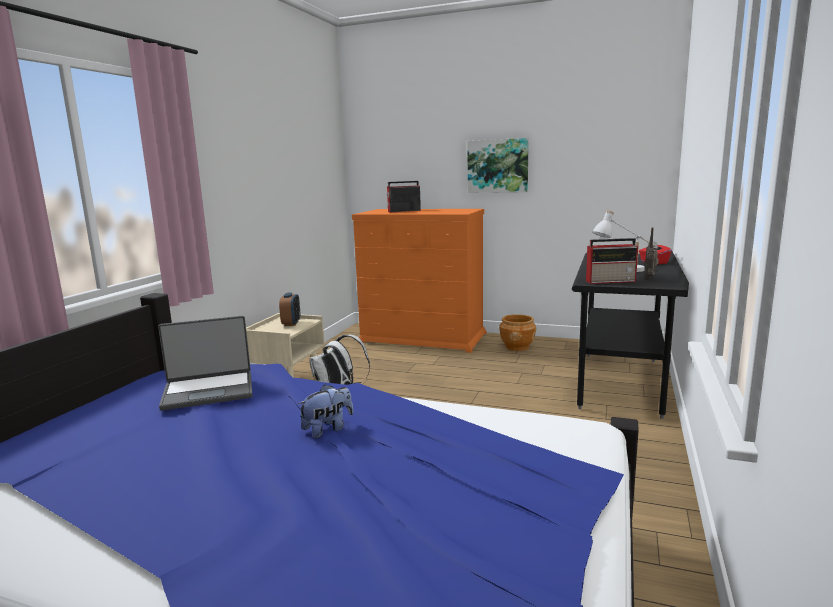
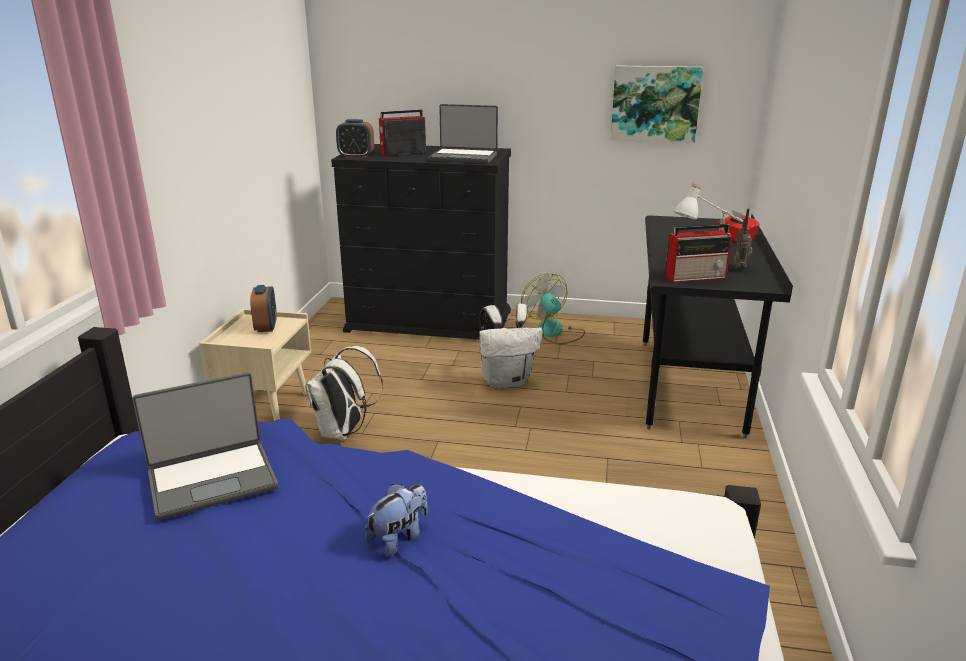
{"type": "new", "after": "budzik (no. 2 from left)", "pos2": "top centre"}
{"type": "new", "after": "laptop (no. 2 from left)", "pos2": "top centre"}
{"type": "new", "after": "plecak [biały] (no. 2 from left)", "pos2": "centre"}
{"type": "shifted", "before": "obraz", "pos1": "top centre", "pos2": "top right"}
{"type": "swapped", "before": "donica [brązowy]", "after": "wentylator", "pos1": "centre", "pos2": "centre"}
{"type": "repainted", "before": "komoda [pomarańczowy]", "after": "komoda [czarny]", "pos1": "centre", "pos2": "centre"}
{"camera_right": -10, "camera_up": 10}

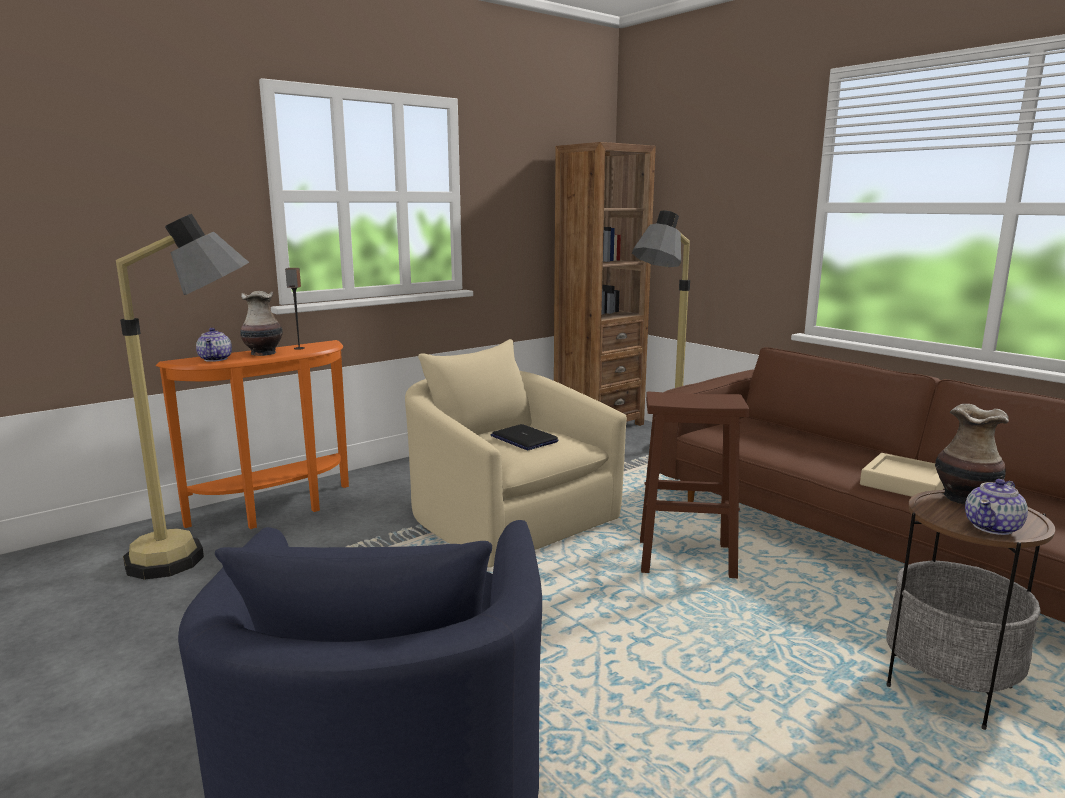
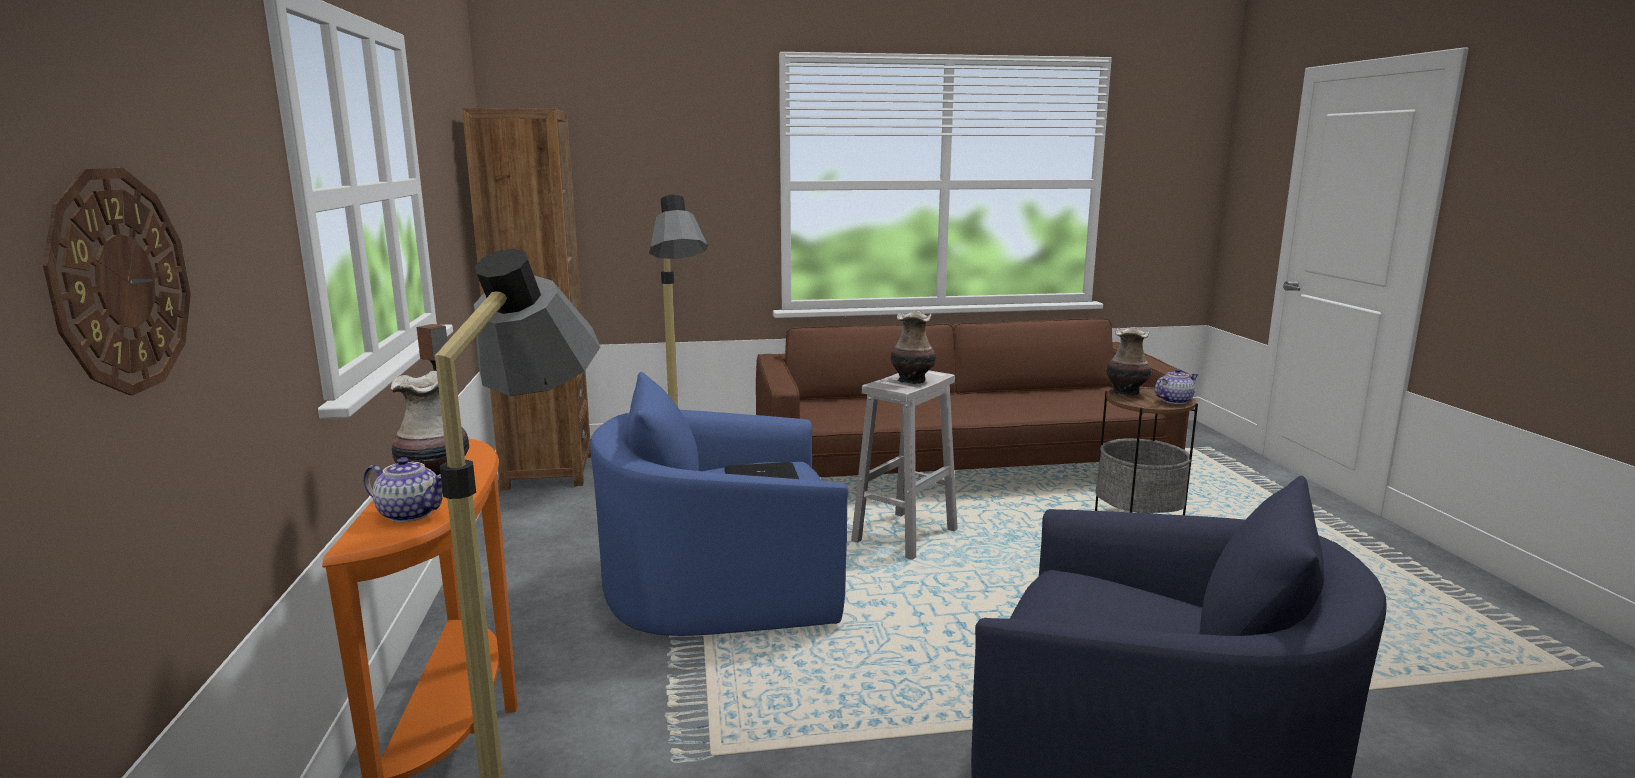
{"type": "gone", "before": "taca [beżowy]", "pos1": "middle right"}
{"type": "new", "after": "zegar ścienny", "pos2": "middle left"}
{"type": "new", "after": "wazon (no. 2 from left)", "pos2": "centre"}
{"type": "repainted", "before": "fotel [beżowy]", "after": "fotel [niebieski] (no. 1 from left)", "pos1": "centre", "pos2": "centre"}
{"type": "repainted", "before": "stołek [brązowy]", "after": "stołek [biały]", "pos1": "centre", "pos2": "centre"}
{"type": "rotated", "before": "imbryk (no. 2 from left)", "pos1": "middle right", "pos2": "middle right", "turn": -105}
{"camera_right": -60, "camera_up": 0}

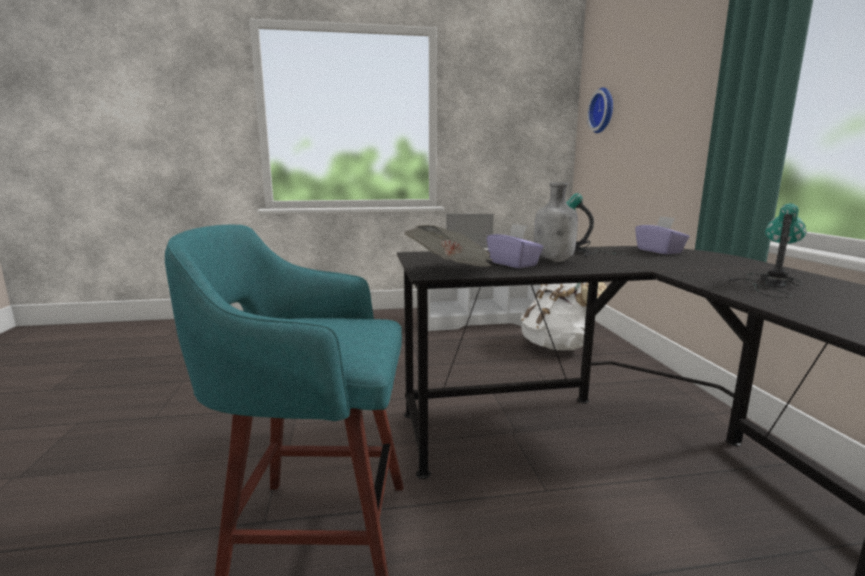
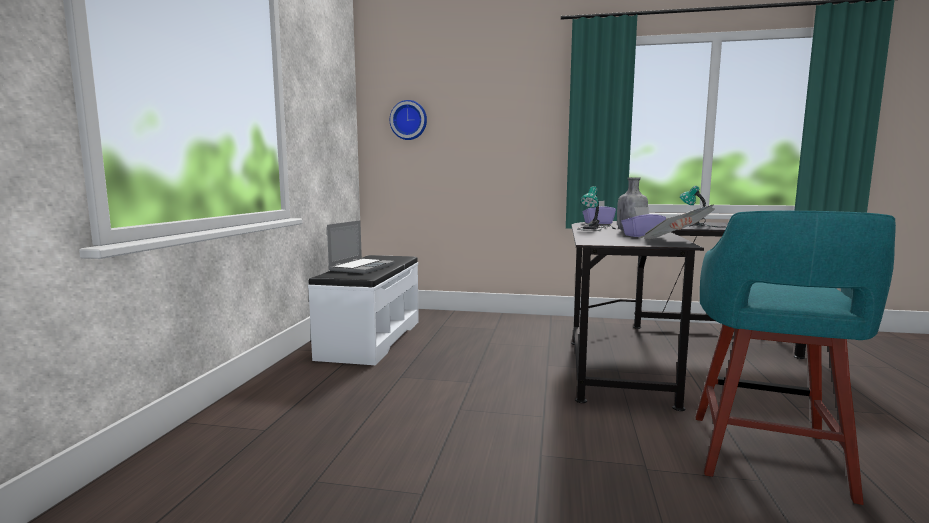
{"type": "gone", "before": "plecak [biały]", "pos1": "centre"}
{"camera_right": -70, "camera_up": -5}

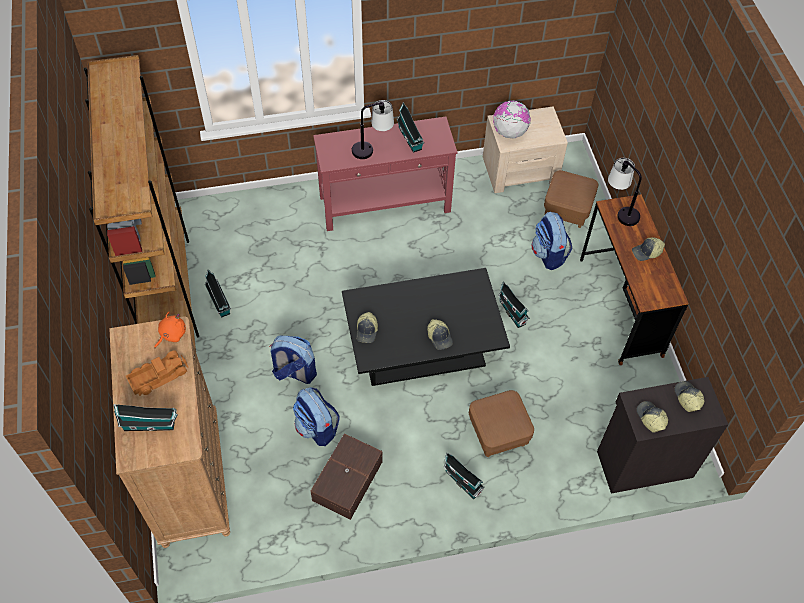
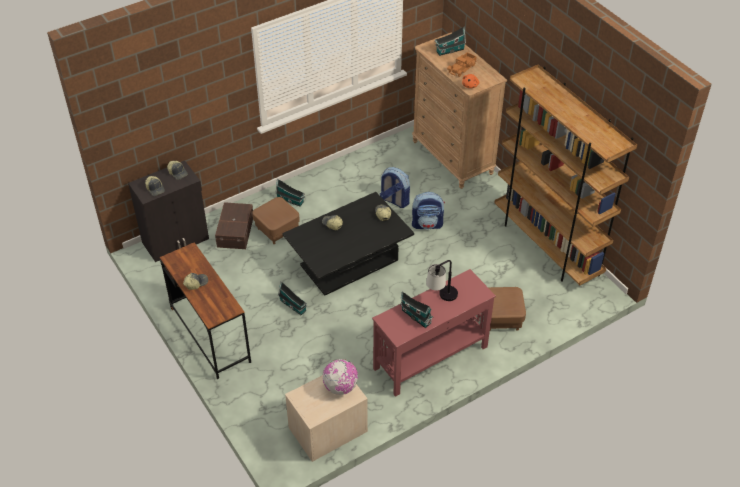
{"type": "gone", "before": "domek (no. 2 from left)", "pos1": "middle left"}
{"type": "gone", "before": "plecak (no. 3 from left)", "pos1": "middle right"}
{"type": "gone", "before": "lampa stołowa (no. 2 from left)", "pos1": "top right"}
{"type": "shifted", "before": "pojemnik do przechowywania [brązowy]", "pos1": "bottom centre", "pos2": "middle left"}
{"type": "shifted", "before": "pufa [brązowy] (no. 2 from left)", "pos1": "top right", "pos2": "middle right"}
{"camera_right": 160, "camera_up": -10}

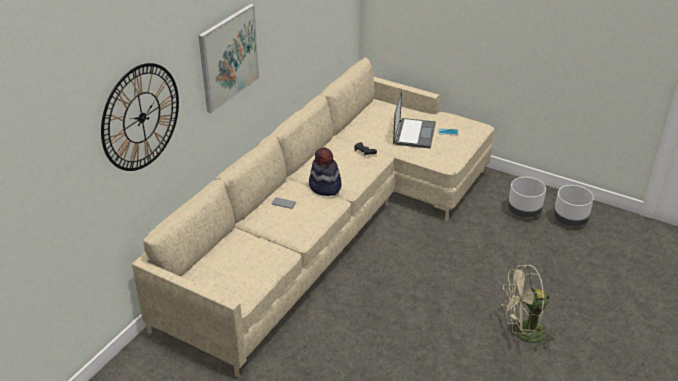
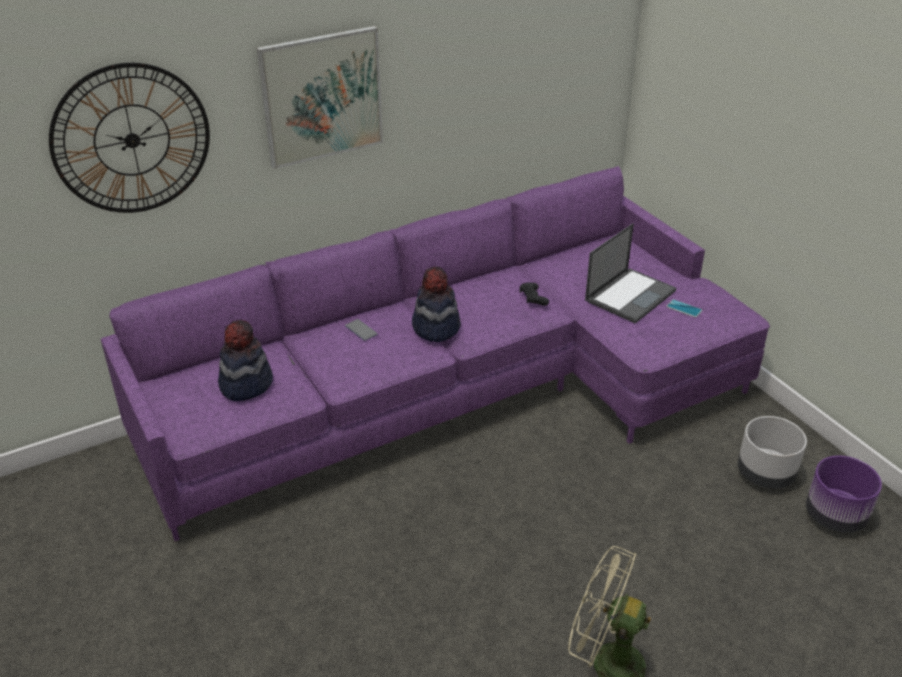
{"type": "new", "after": "kapelusz (no. 1 from left)", "pos2": "middle left"}
{"type": "repainted", "before": "kanapa [beżowy]", "after": "kanapa [fioletowy]", "pos1": "centre", "pos2": "centre"}
{"type": "repainted", "before": "donica [szary] (no. 2 from left)", "after": "donica [fioletowy]", "pos1": "middle right", "pos2": "bottom right"}
{"camera_right": 30, "camera_up": 0}

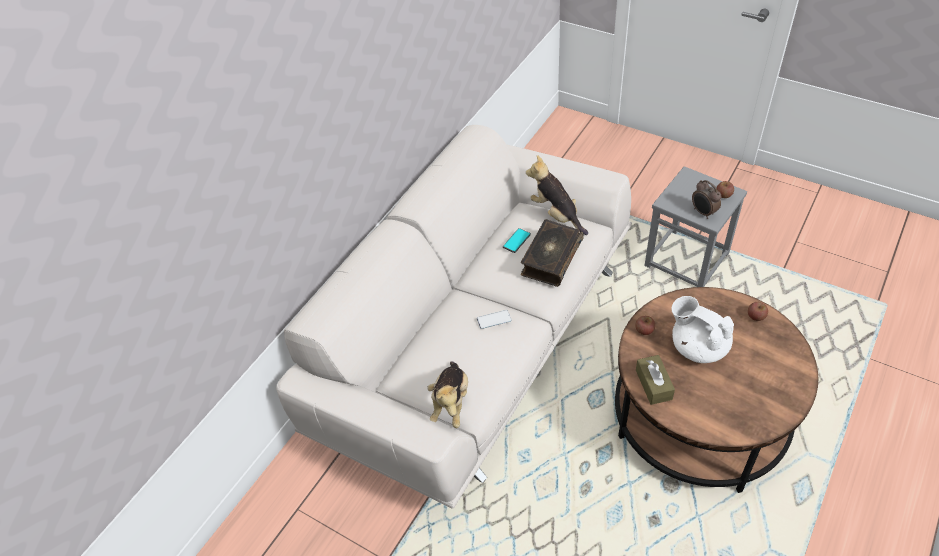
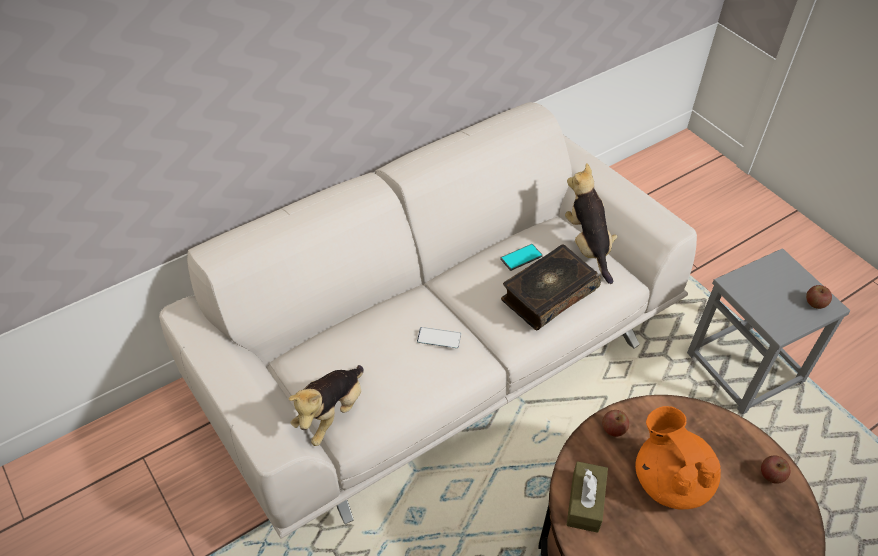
{"type": "gone", "before": "budzik", "pos1": "middle right"}
{"type": "repainted", "before": "imbryk [biały]", "after": "imbryk [pomarańczowy]", "pos1": "middle right", "pos2": "bottom right"}
{"camera_right": 20, "camera_up": 0}

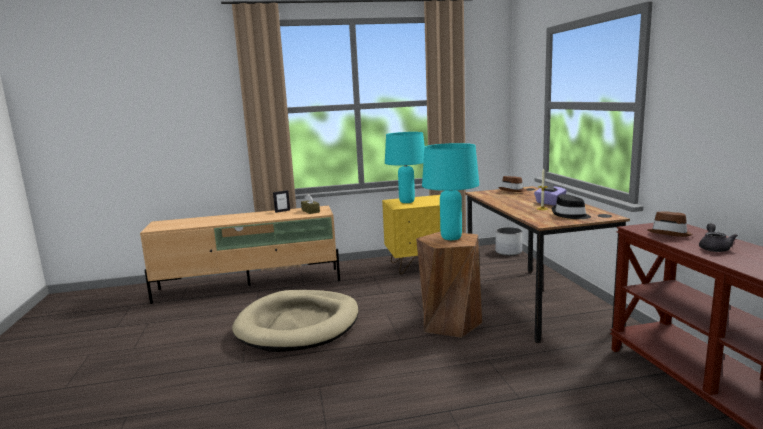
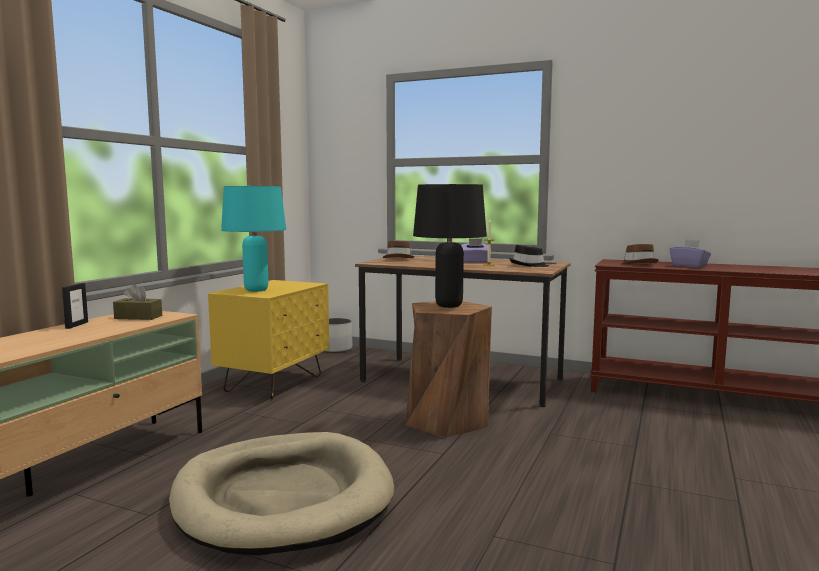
{"type": "swapped", "before": "imbryk [szary]", "after": "pudełko chusteczek [fioletowy] (no. 2 from left)", "pos1": "middle right", "pos2": "middle right"}
{"type": "repainted", "before": "lampa stołowa [turkusowy] (no. 2 from left)", "after": "lampa stołowa [czarny]", "pos1": "centre", "pos2": "centre"}
{"camera_right": -55, "camera_up": -5}

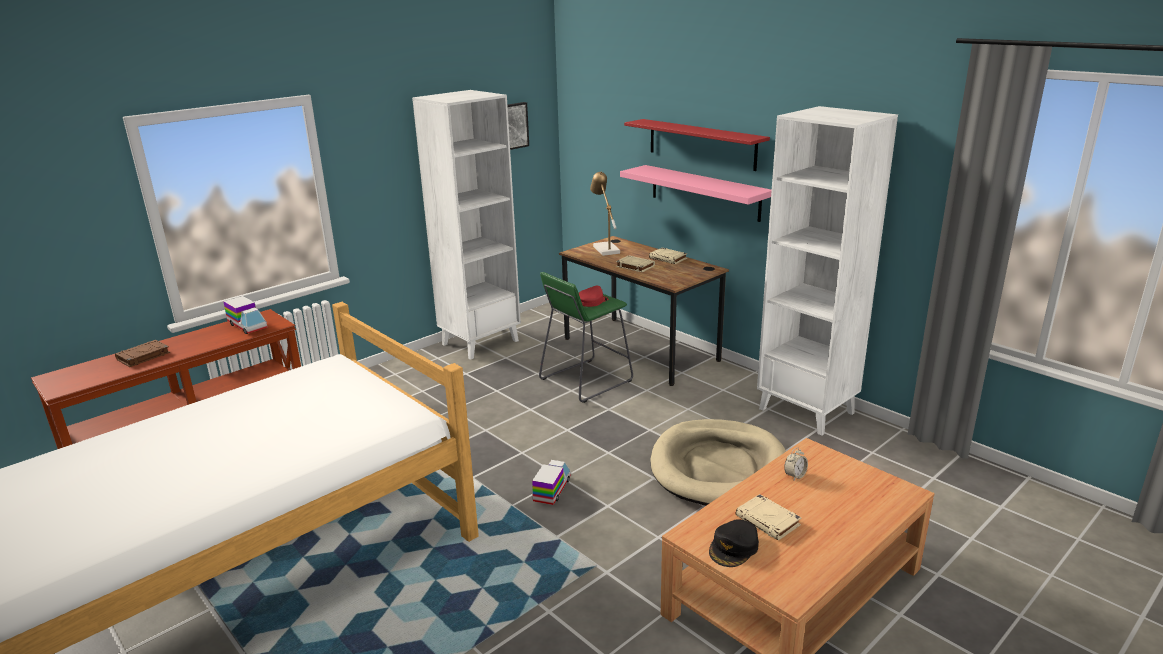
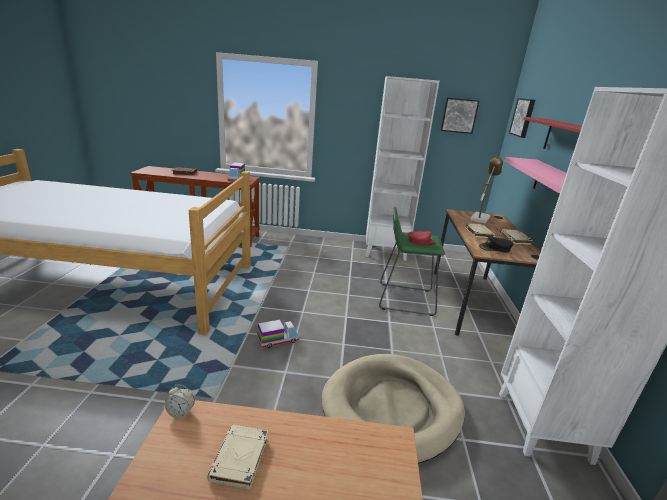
{"type": "new", "after": "obraz (no. 2 from left)", "pos2": "top right"}
{"type": "shifted", "before": "czapka z daszkiem [czarny]", "pos1": "bottom centre", "pos2": "middle right"}
{"type": "shifted", "before": "budzik", "pos1": "bottom right", "pos2": "bottom left"}
{"camera_right": 45, "camera_up": 0}

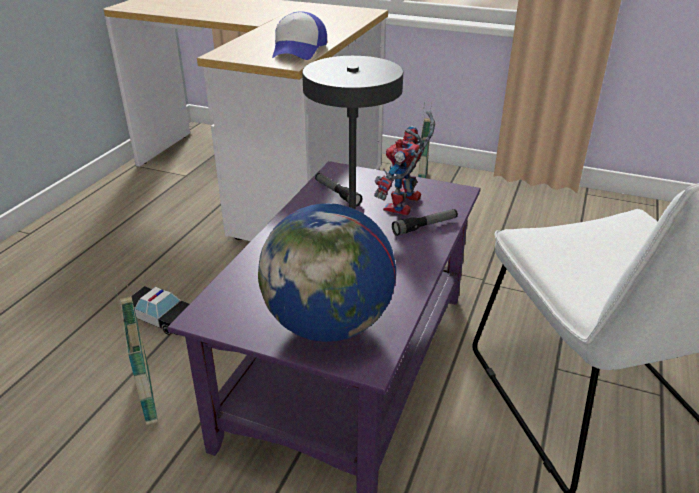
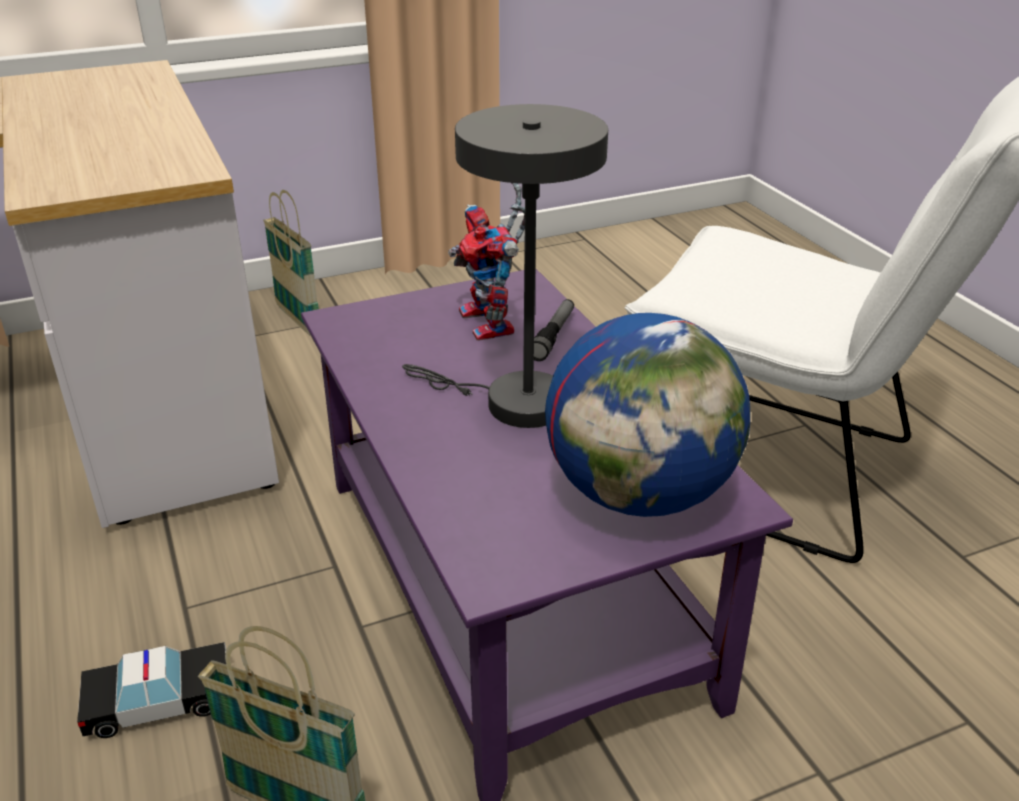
{"type": "gone", "before": "czapka z daszkiem", "pos1": "top centre"}
{"type": "gone", "before": "latarka (no. 1 from left)", "pos1": "centre"}
{"camera_right": -45, "camera_up": 0}

